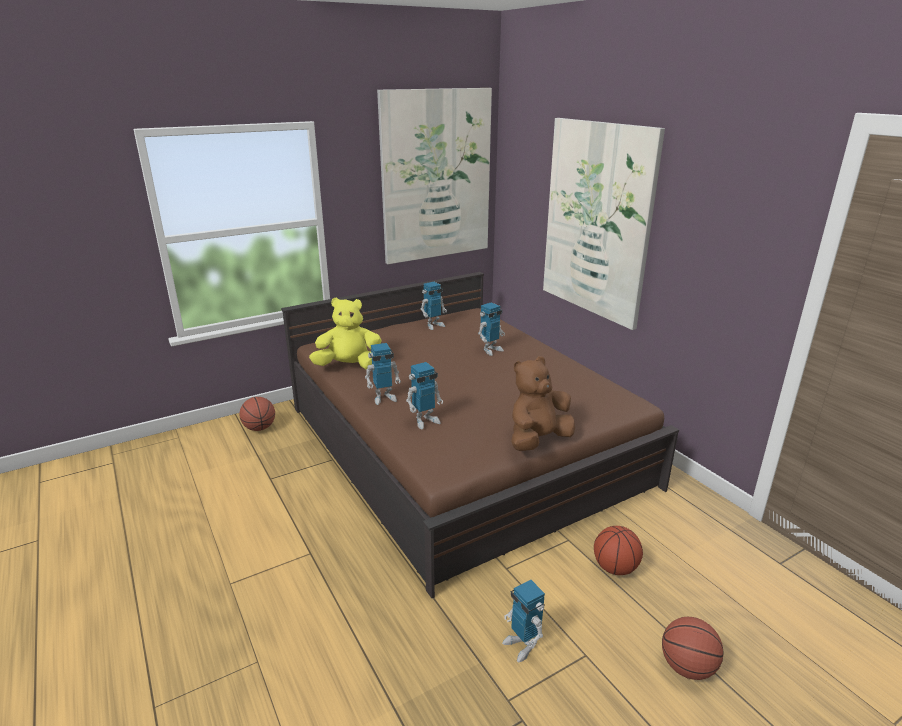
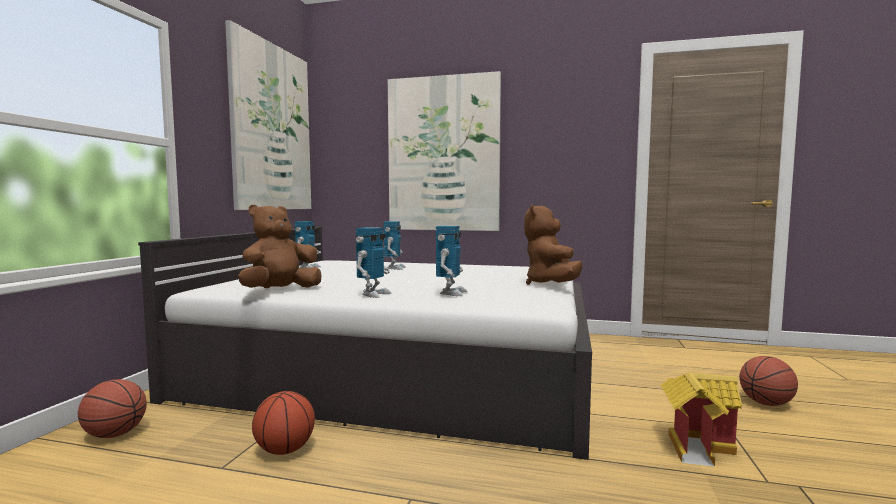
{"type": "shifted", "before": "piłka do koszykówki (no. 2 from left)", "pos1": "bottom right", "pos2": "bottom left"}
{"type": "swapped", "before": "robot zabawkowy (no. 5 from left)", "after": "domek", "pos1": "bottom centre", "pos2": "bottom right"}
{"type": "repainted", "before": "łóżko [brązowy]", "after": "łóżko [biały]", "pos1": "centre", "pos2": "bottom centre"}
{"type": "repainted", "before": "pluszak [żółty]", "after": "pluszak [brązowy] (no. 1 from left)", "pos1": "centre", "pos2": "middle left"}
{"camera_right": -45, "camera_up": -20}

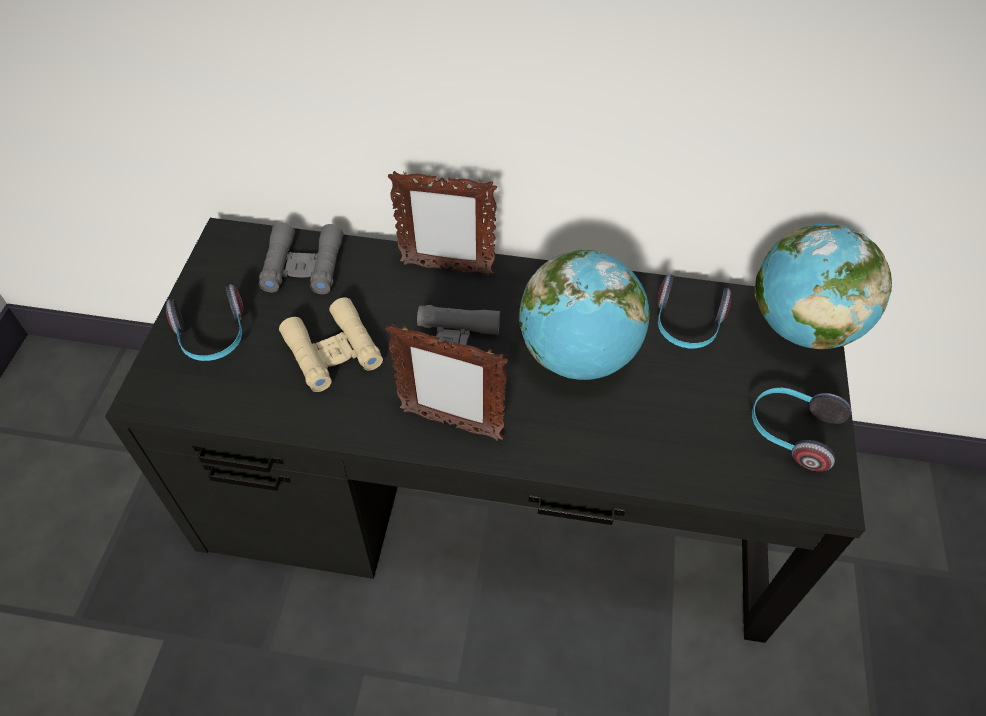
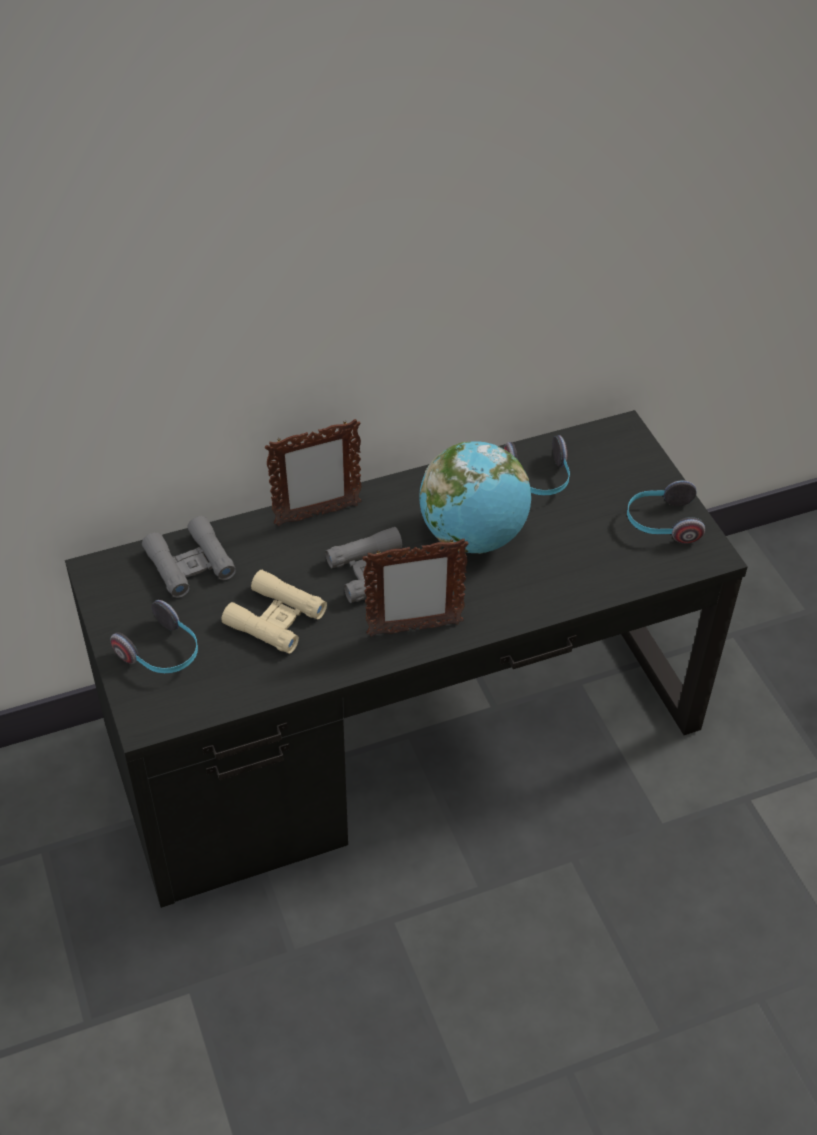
{"type": "gone", "before": "globus (no. 2 from left)", "pos1": "middle right"}
{"camera_right": -30, "camera_up": -5}

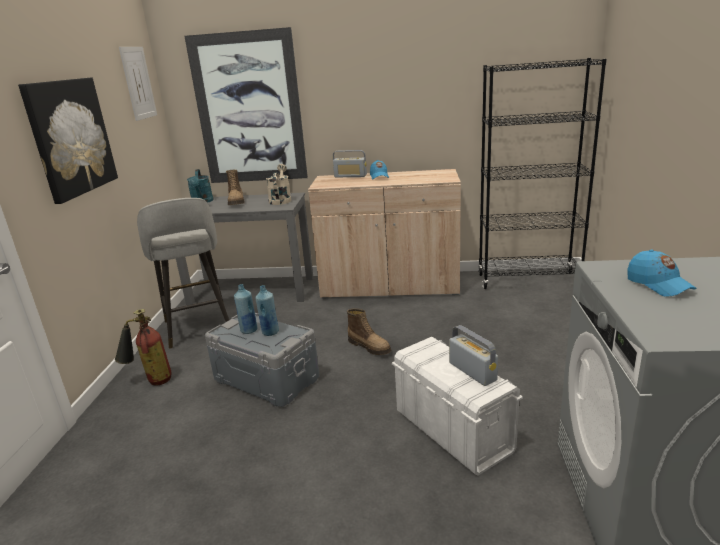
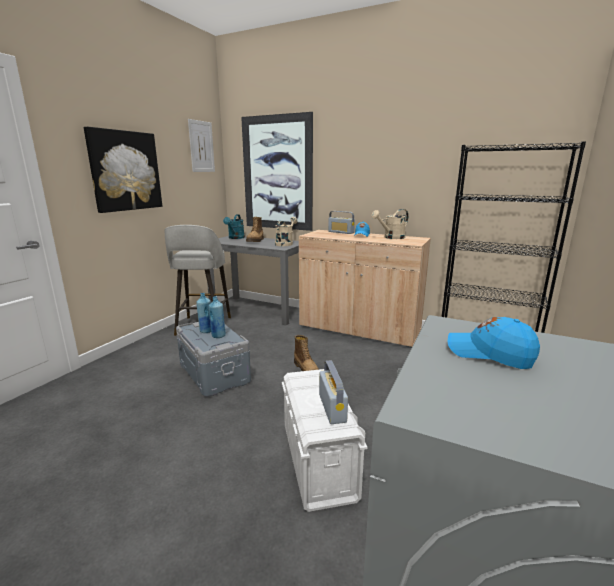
{"type": "gone", "before": "gaśnica", "pos1": "middle left"}
{"type": "new", "after": "konewka [beżowy] (no. 2 from left)", "pos2": "centre"}
{"type": "rotated", "before": "czapka z daszkiem [niebieski] (no. 2 from left)", "pos1": "middle right", "pos2": "middle right", "turn": 120}
{"camera_right": 20, "camera_up": -5}

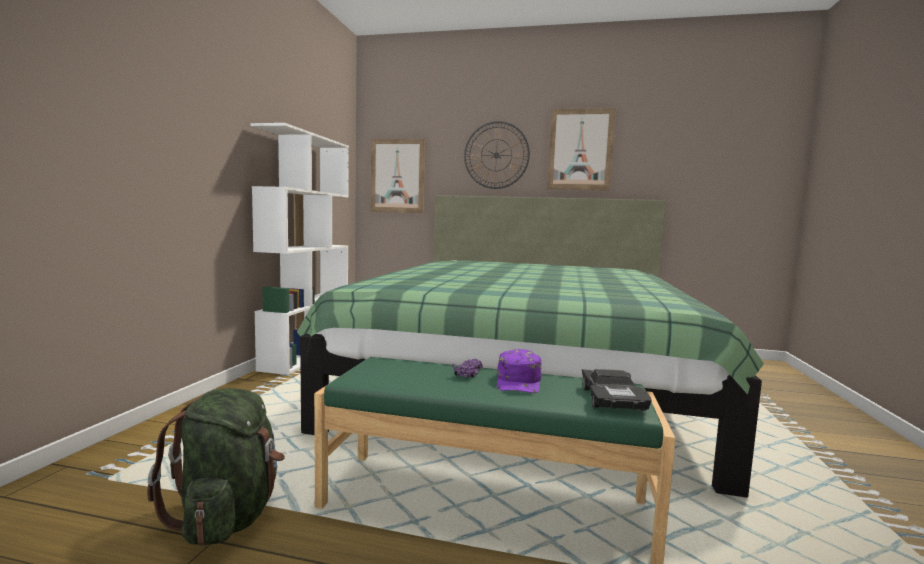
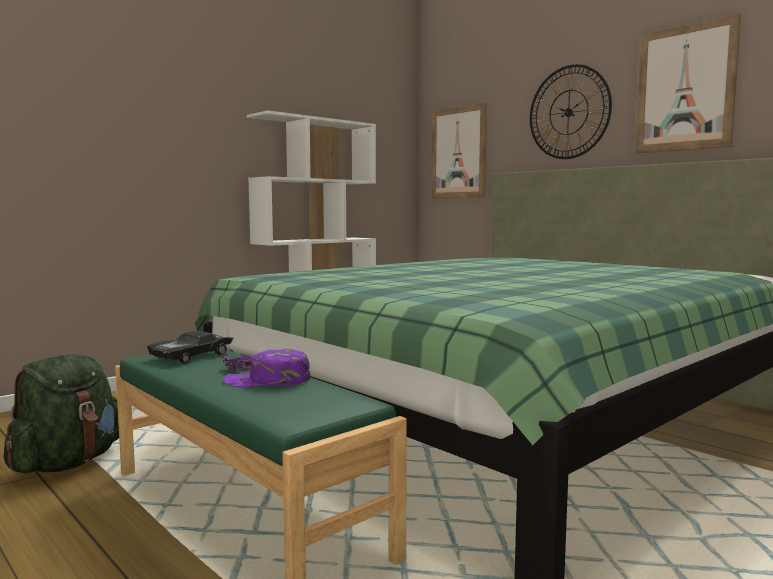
{"type": "shifted", "before": "samochodzik [czarny]", "pos1": "bottom right", "pos2": "middle left"}
{"type": "rotated", "before": "czapka z daszkiem [fioletowy]", "pos1": "centre", "pos2": "centre", "turn": 45}
{"camera_right": 35, "camera_up": 0}

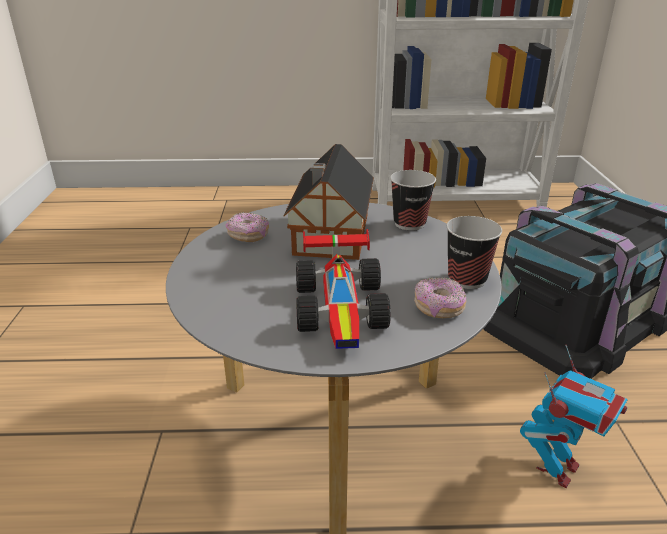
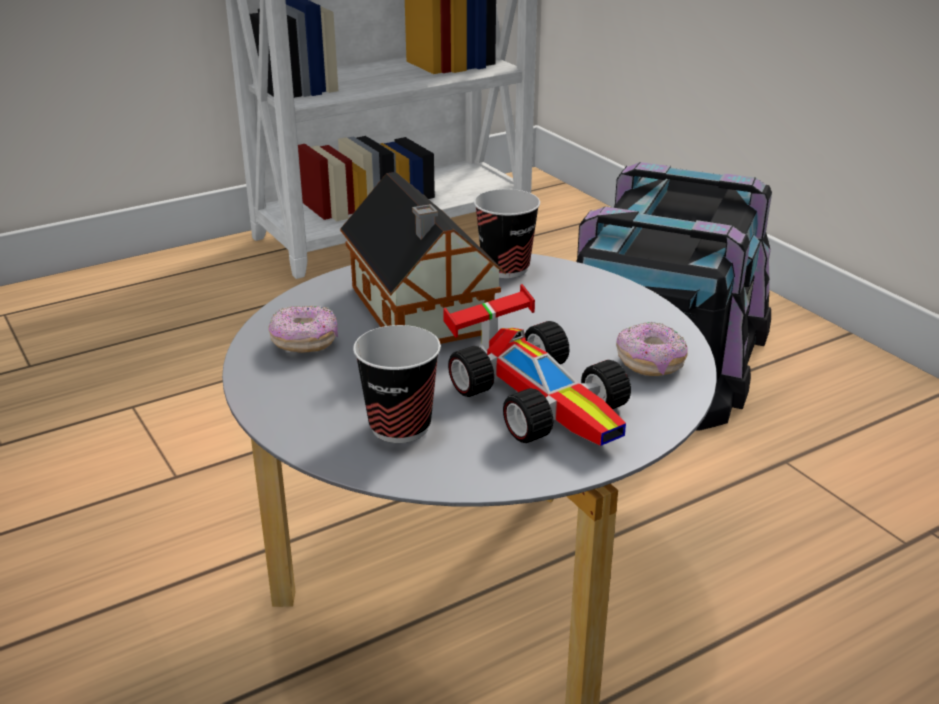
{"type": "gone", "before": "robot zabawkowy", "pos1": "bottom right"}
{"type": "shifted", "before": "filiżanka (no. 2 from left in the first image)", "after": "filiżanka (no. 1 from left)", "pos1": "middle right", "pos2": "centre"}
{"camera_right": -30, "camera_up": 0}

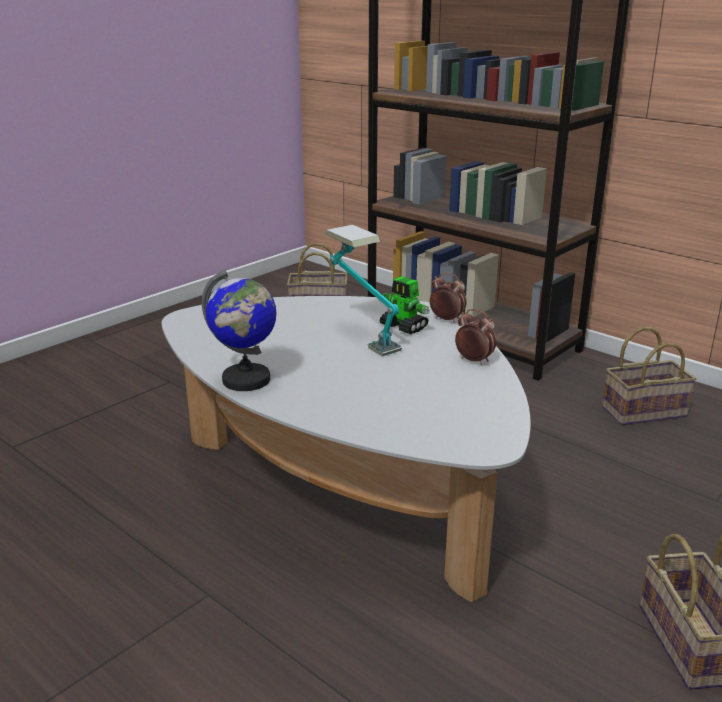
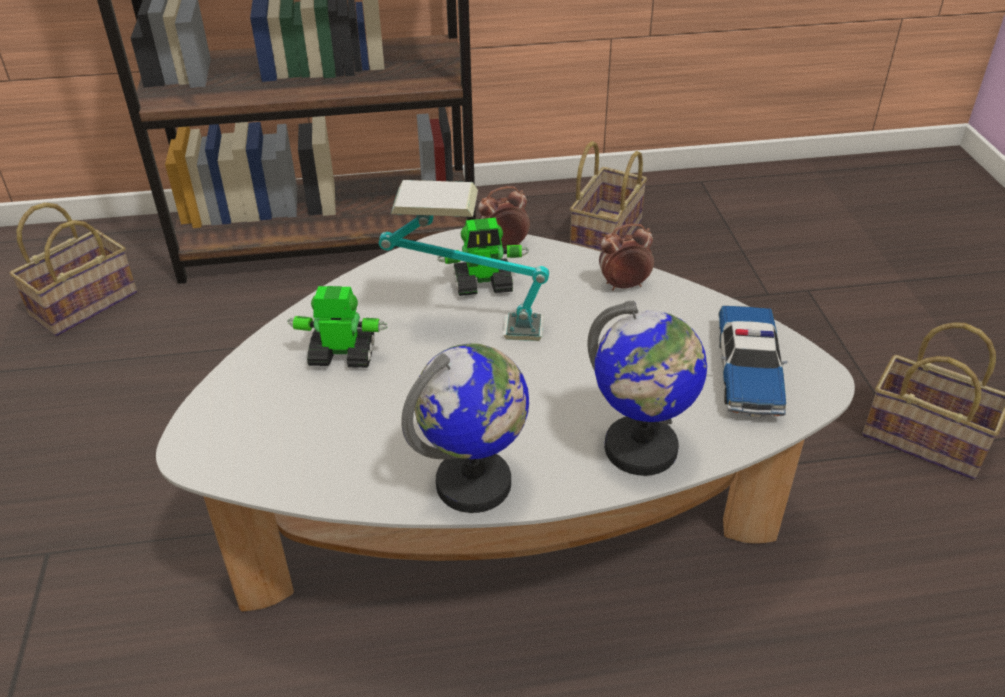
{"type": "new", "after": "robot zabawkowy (no. 1 from left)", "pos2": "centre"}
{"type": "new", "after": "globus (no. 2 from left)", "pos2": "centre"}
{"type": "new", "after": "samochodzik", "pos2": "middle right"}
{"camera_right": -50, "camera_up": 15}

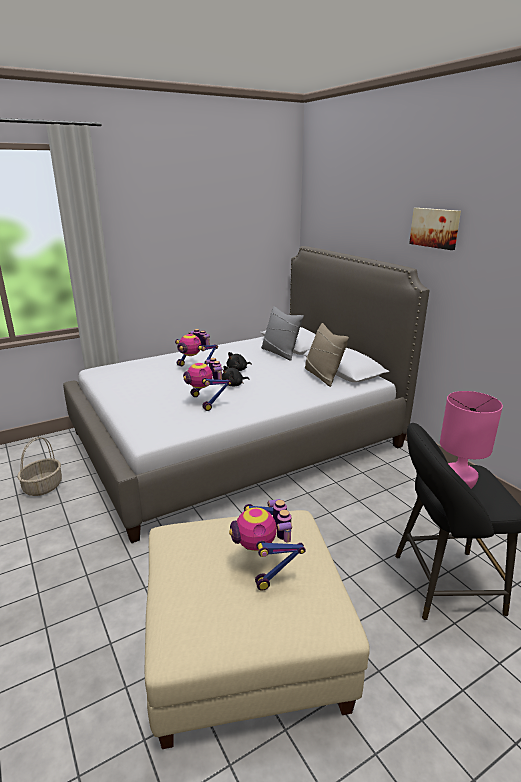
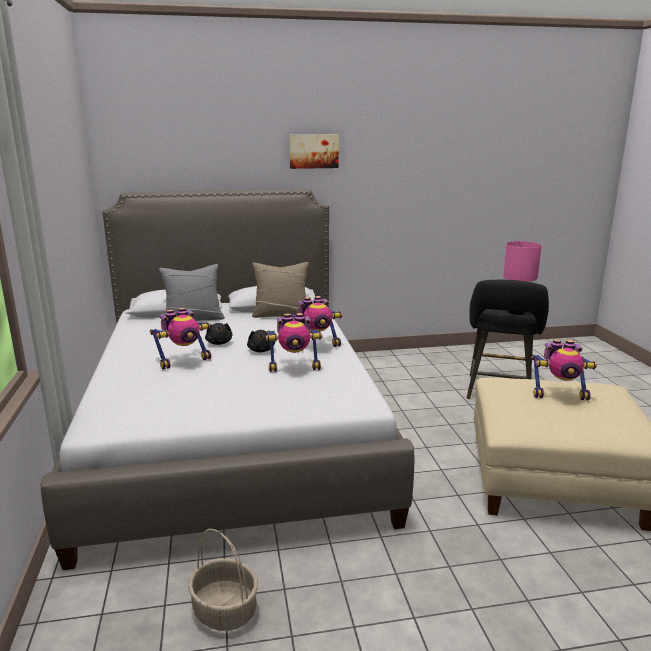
{"type": "new", "after": "robot zabawkowy (no. 3 from left)", "pos2": "centre"}
{"camera_right": -70, "camera_up": -5}

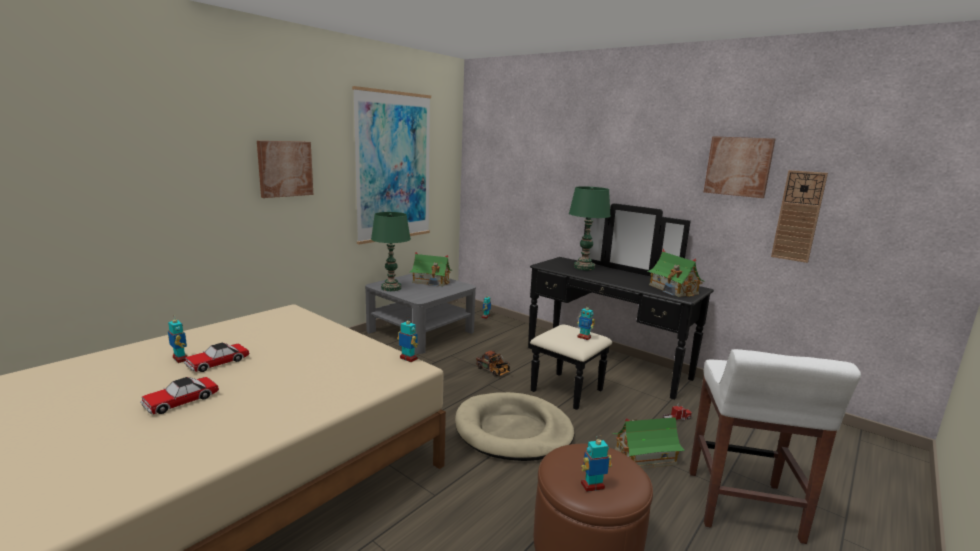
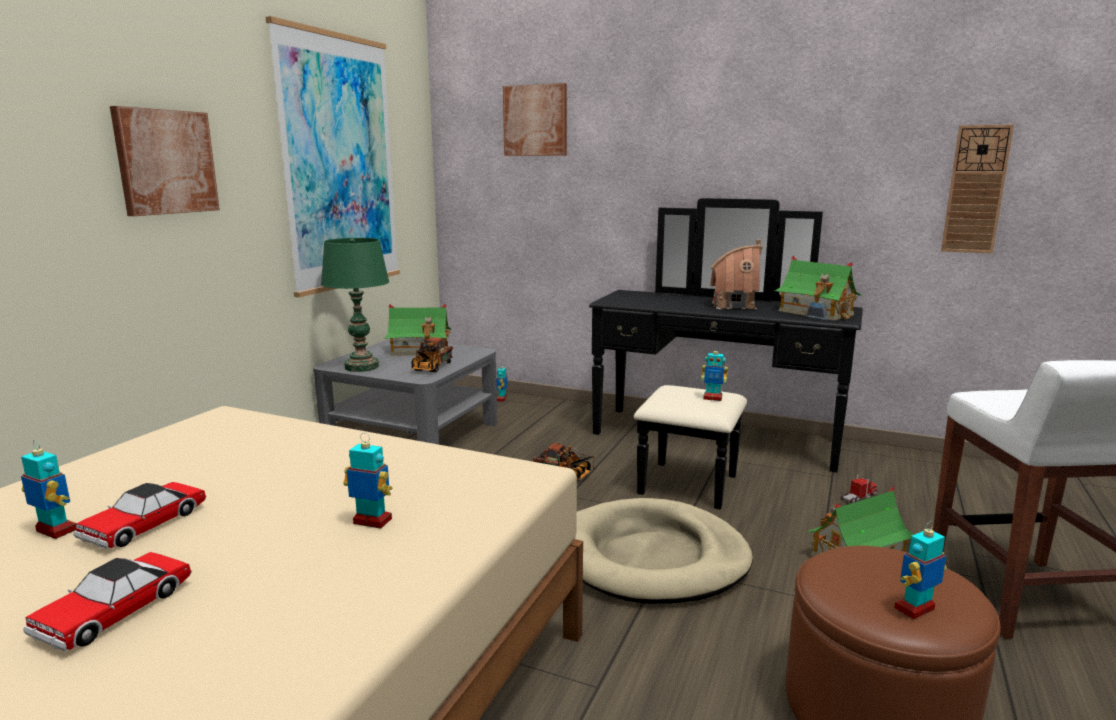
{"type": "gone", "before": "lampa stołowa [zielony] (no. 2 from left)", "pos1": "centre"}
{"type": "new", "after": "ciężarówka zabawkowa (no. 1 from left)", "pos2": "centre"}
{"type": "new", "after": "domek (no. 2 from left)", "pos2": "centre"}
{"type": "shifted", "before": "robot zabawkowy (no. 2 from left)", "pos1": "centre", "pos2": "bottom left"}
{"type": "shifted", "before": "obraz (no. 3 from left)", "pos1": "top right", "pos2": "top centre"}
{"camera_right": -15, "camera_up": 0}

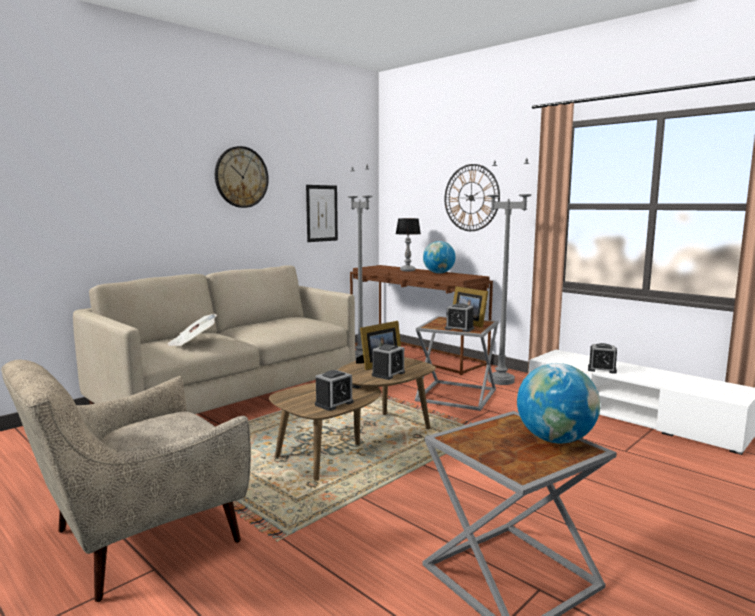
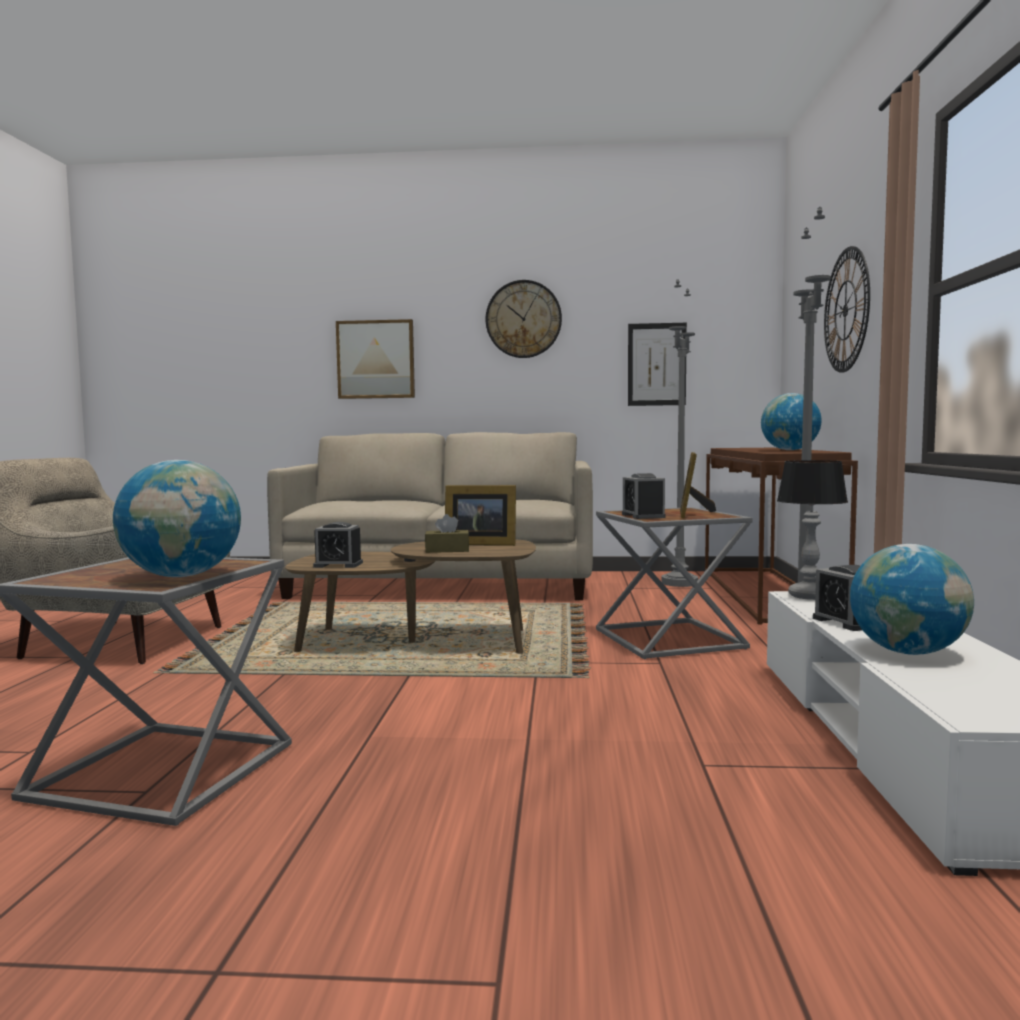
{"type": "gone", "before": "gazeta", "pos1": "middle left"}
{"type": "new", "after": "obraz (no. 1 from left)", "pos2": "centre"}
{"type": "new", "after": "globus (no. 3 from left)", "pos2": "middle right"}
{"type": "shifted", "before": "lampa stołowa", "pos1": "centre", "pos2": "middle right"}
{"type": "swapped", "before": "budzik (no. 2 from left)", "after": "pudełko chusteczek [brązowy]", "pos1": "centre", "pos2": "centre"}
{"camera_right": 50, "camera_up": -5}

